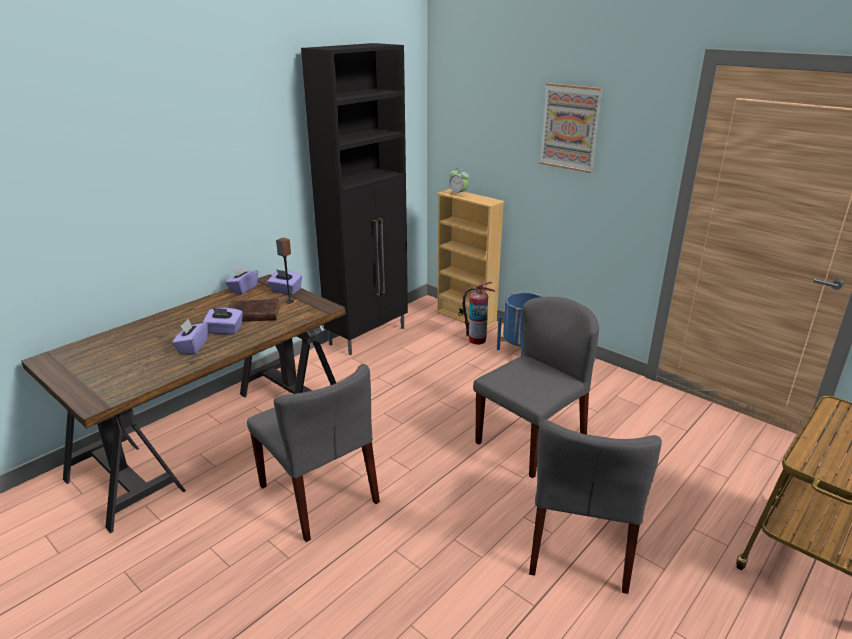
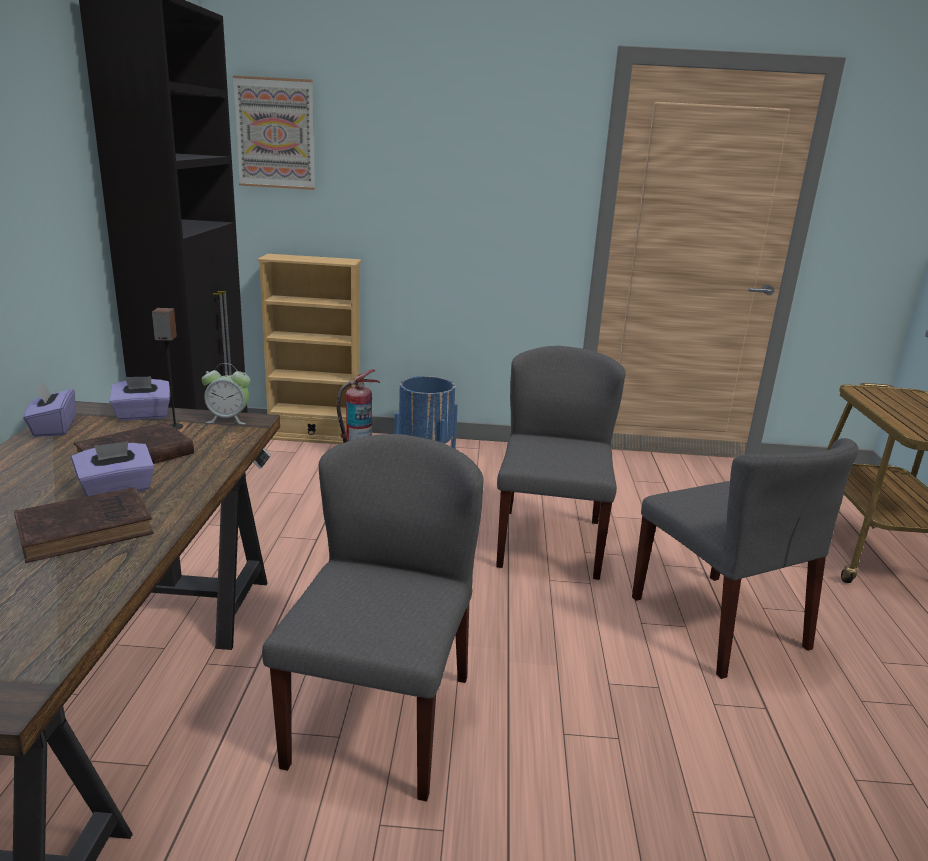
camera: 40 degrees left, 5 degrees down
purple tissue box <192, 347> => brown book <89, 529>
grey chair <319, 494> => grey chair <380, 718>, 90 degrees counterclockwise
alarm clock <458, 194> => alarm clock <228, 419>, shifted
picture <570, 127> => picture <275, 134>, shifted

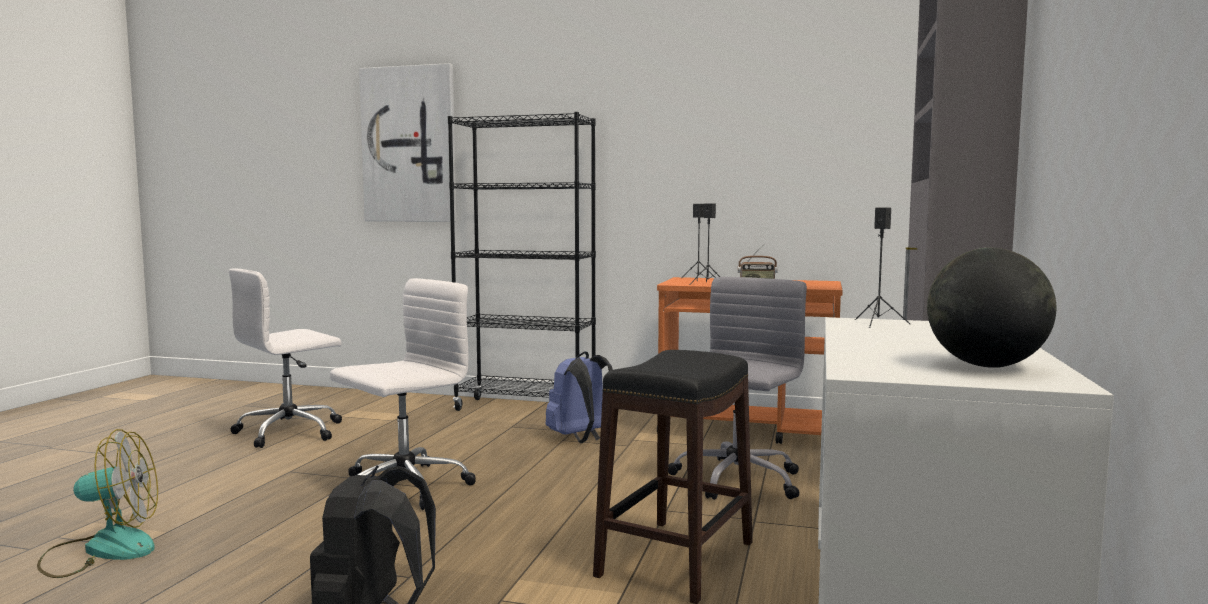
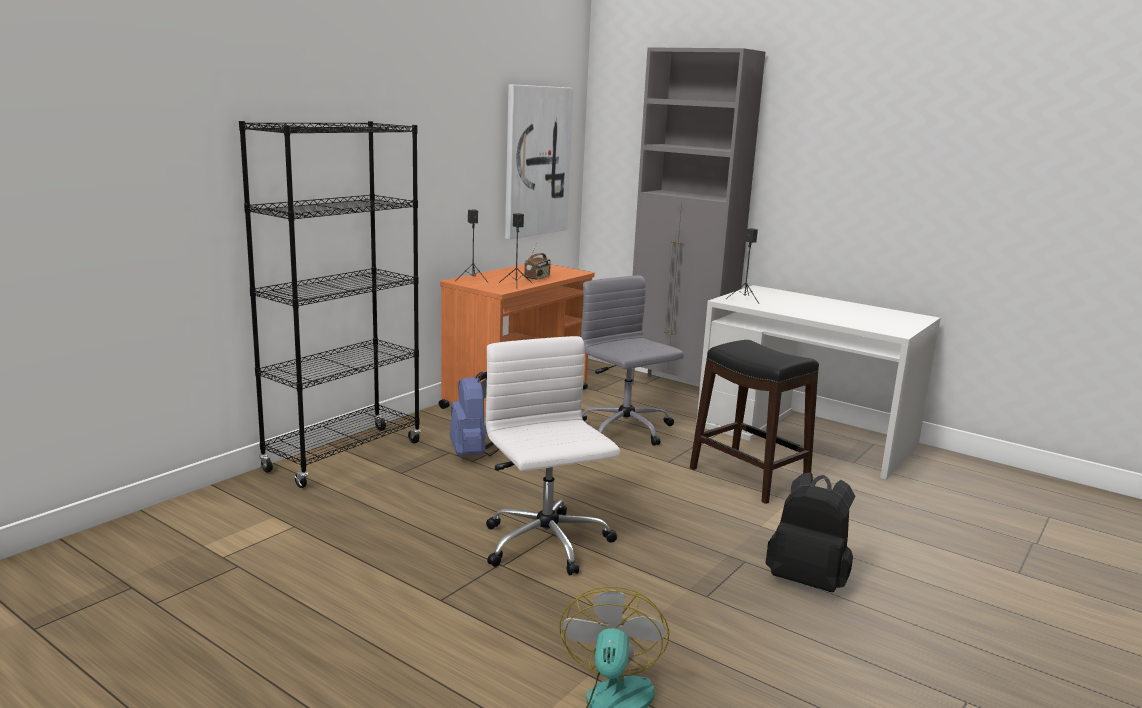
camera: 70 degrees left, 10 degrees up
white office chair <291, 431> => nothing
picture <409, 144> => picture <536, 161>, shifted
globe <986, 366> => nothing

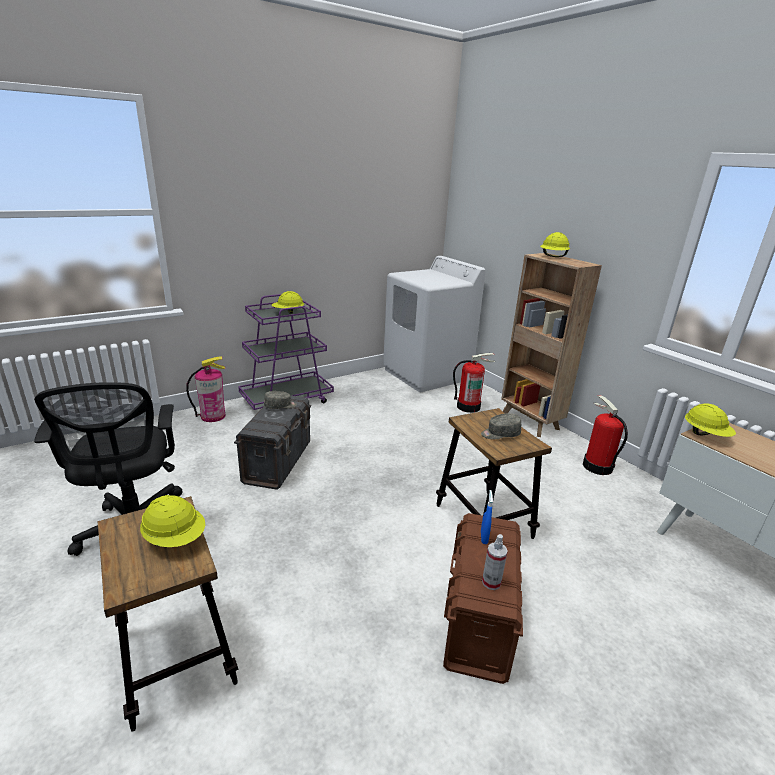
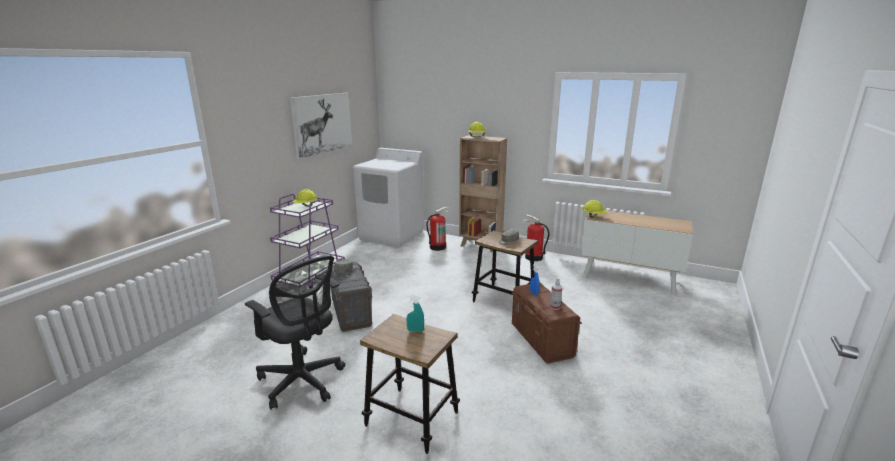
camera: 30 degrees left, 5 degrees down
yellow hard hat <176, 538> => turquoise spray bottle <415, 330>
fire extinguisher <213, 416> => nothing
nothing => picture <322, 123>

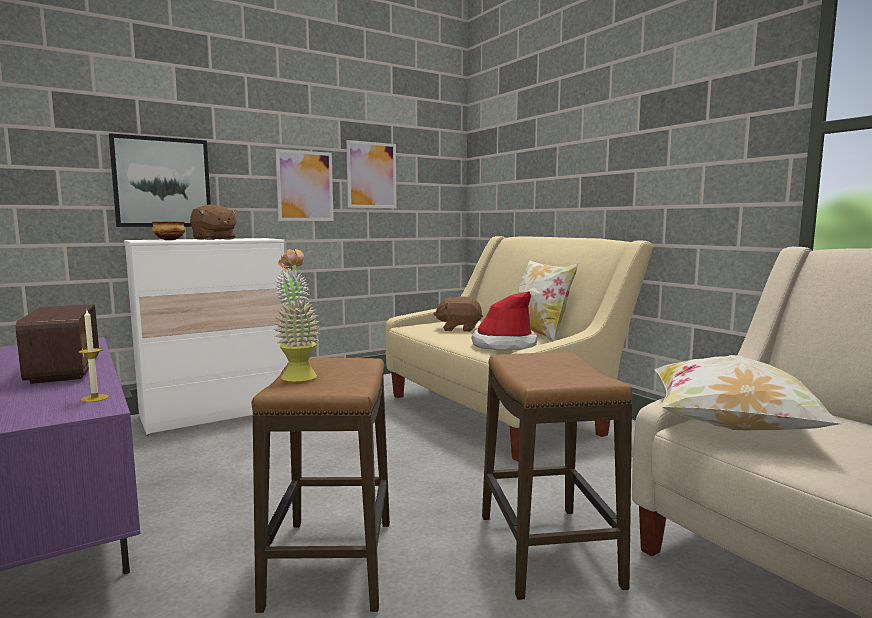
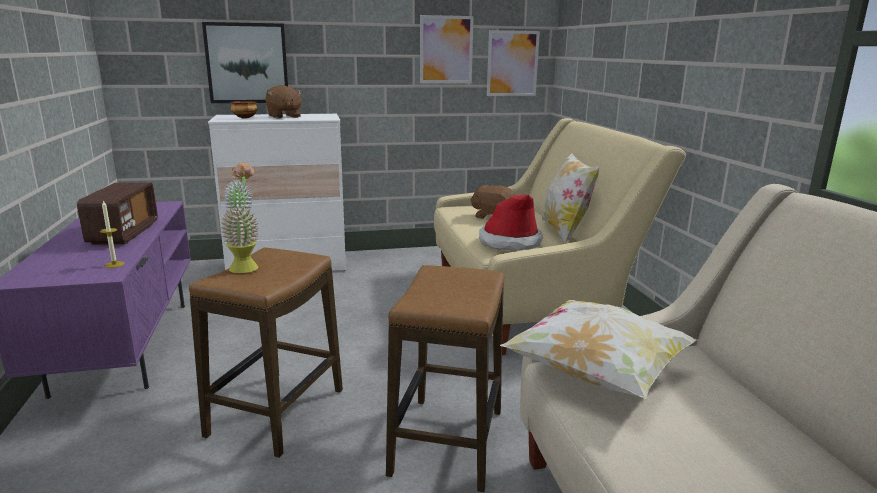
camera: 20 degrees right, 10 degrees up
picture <305, 186> => picture <512, 63>, shifted

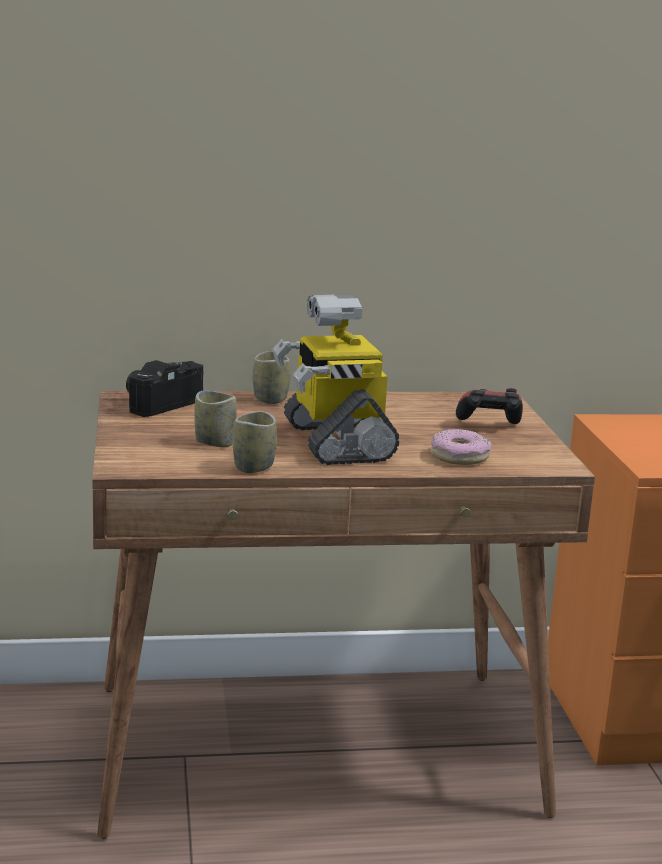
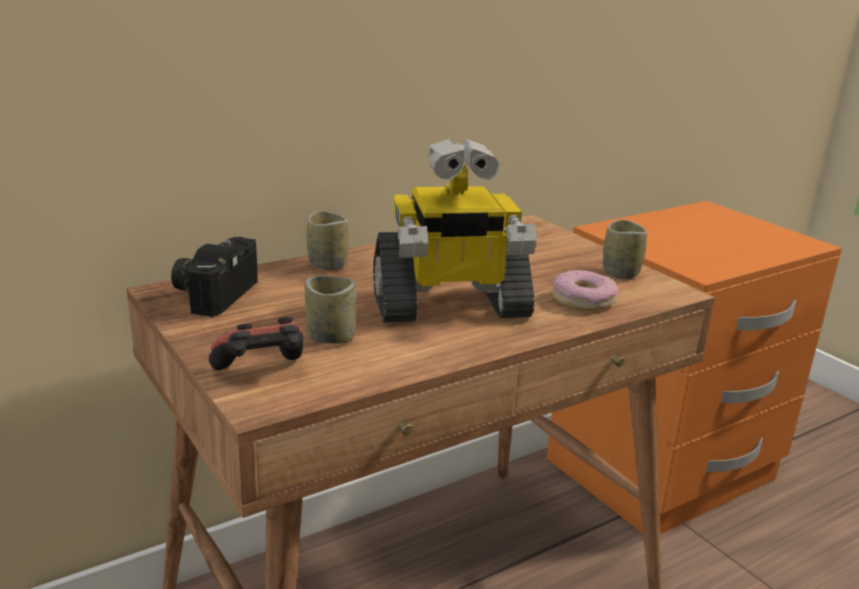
camera: 25 degrees left, 5 degrees up
cup <253, 467> => cup <620, 273>, shifted
toy robot <334, 441> => toy robot <449, 306>, 60 degrees counterclockwise
game controller <489, 426> => game controller <261, 372>, shifted

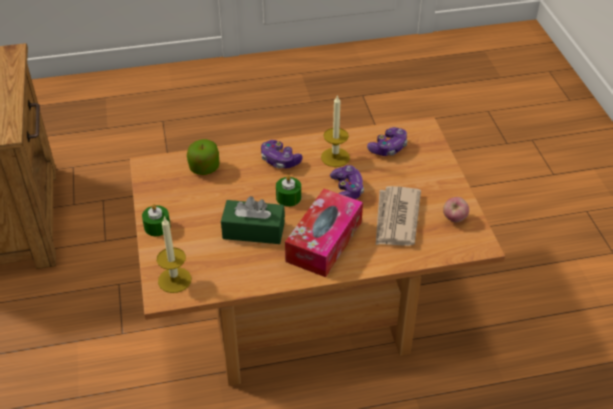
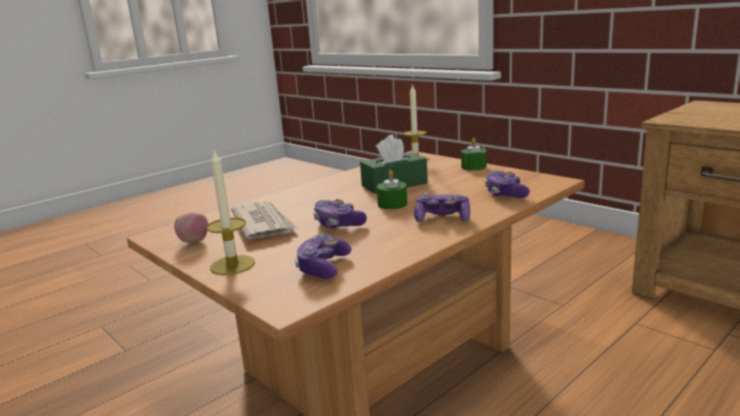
camera: 150 degrees right, 25 degrees down
apple <204, 168> => game controller <505, 194>
tissue box <324, 241> => nothing
candle <335, 157> => candle <232, 265>, shifted

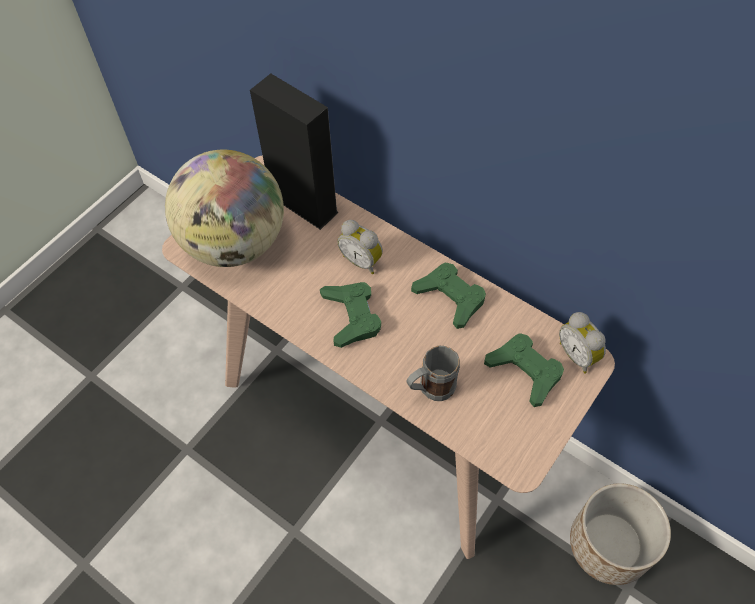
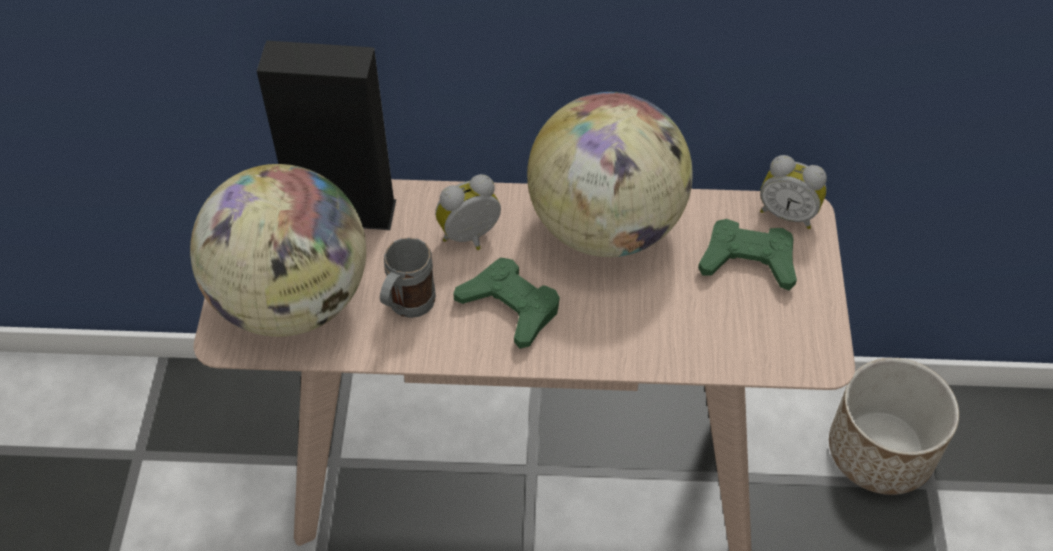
camera: 35 degrees left, 5 degrees down
alarm clock <362, 260> => alarm clock <471, 238>, 150 degrees clockwise
grey mug <430, 390> => grey mug <406, 308>, shifted
green game controller <450, 297> => globe <606, 226>

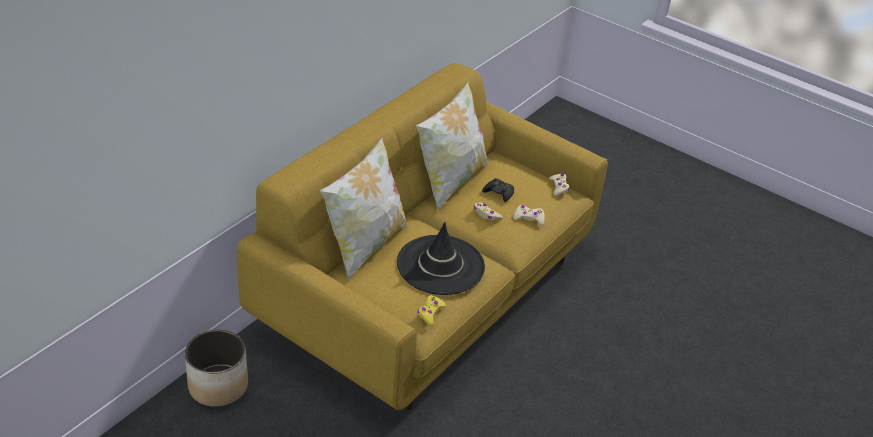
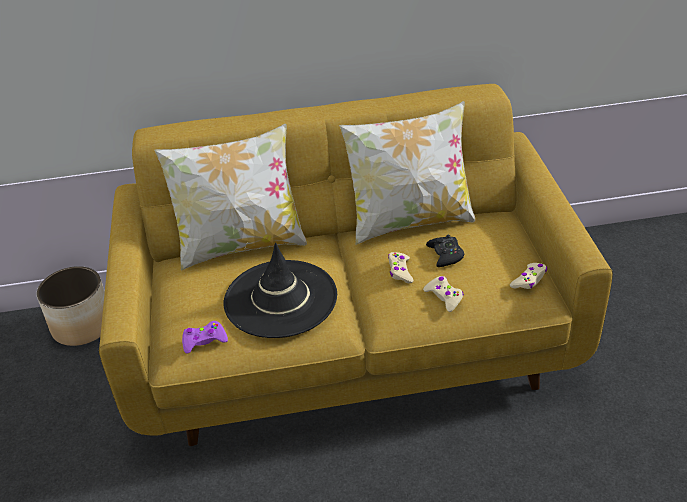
camera: 50 degrees right, 0 degrees up
yellow game controller <430, 313> => purple game controller <204, 341>

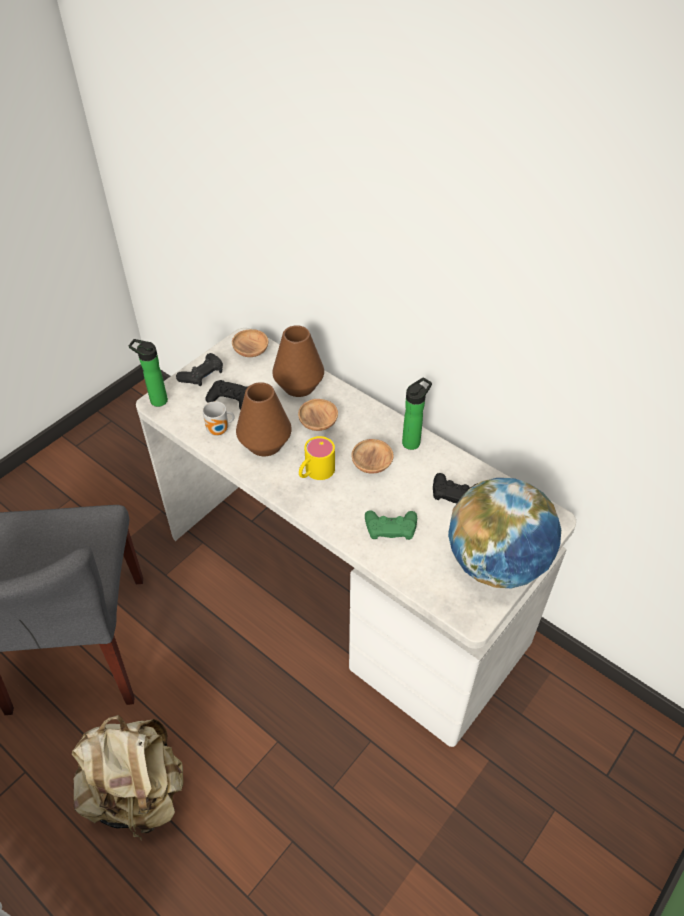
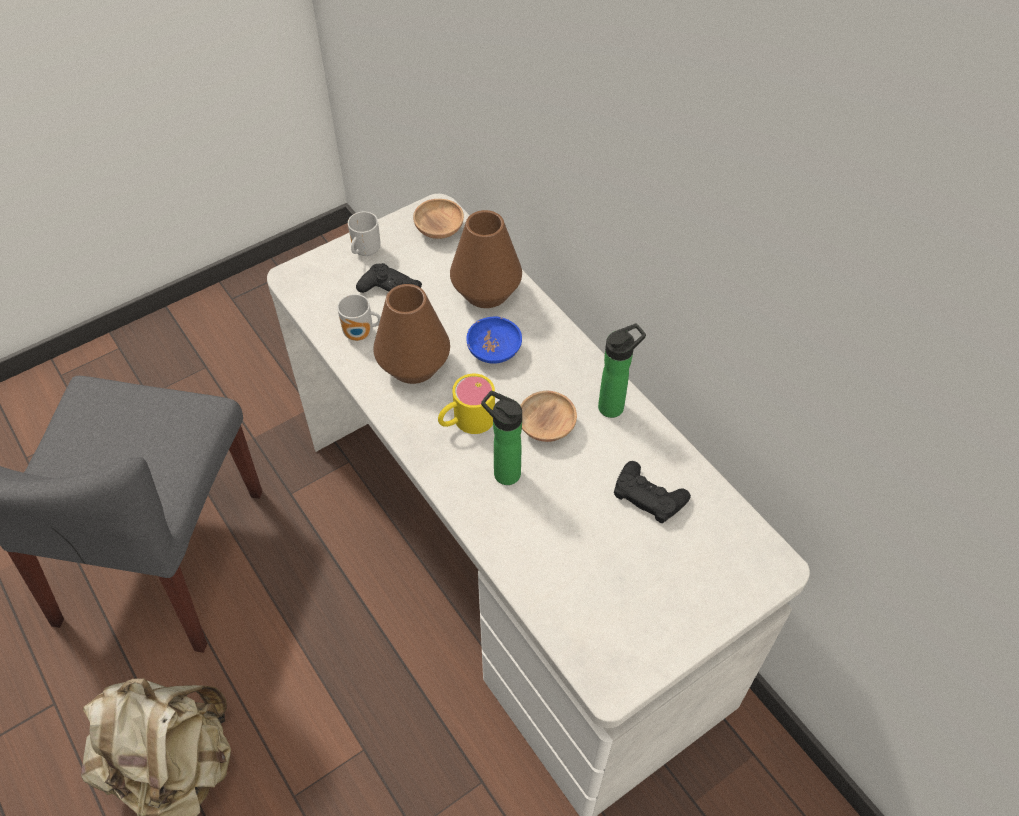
camera: 15 degrees right, 5 degrees up
bottle <156, 400> => bottle <503, 472>, shifted
black game controller <202, 375> => mug <364, 251>
brown bowl <318, 422> => blue bowl <494, 350>
green game controller <390, 527> => nothing
globe <496, 563> => nothing

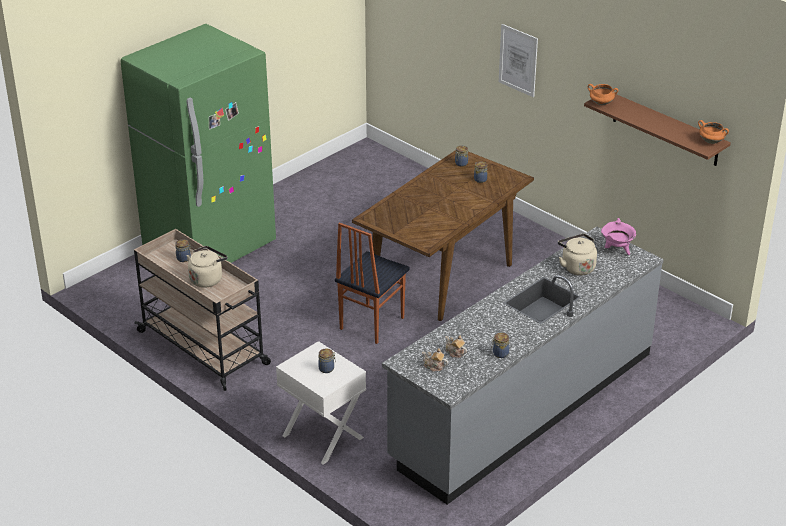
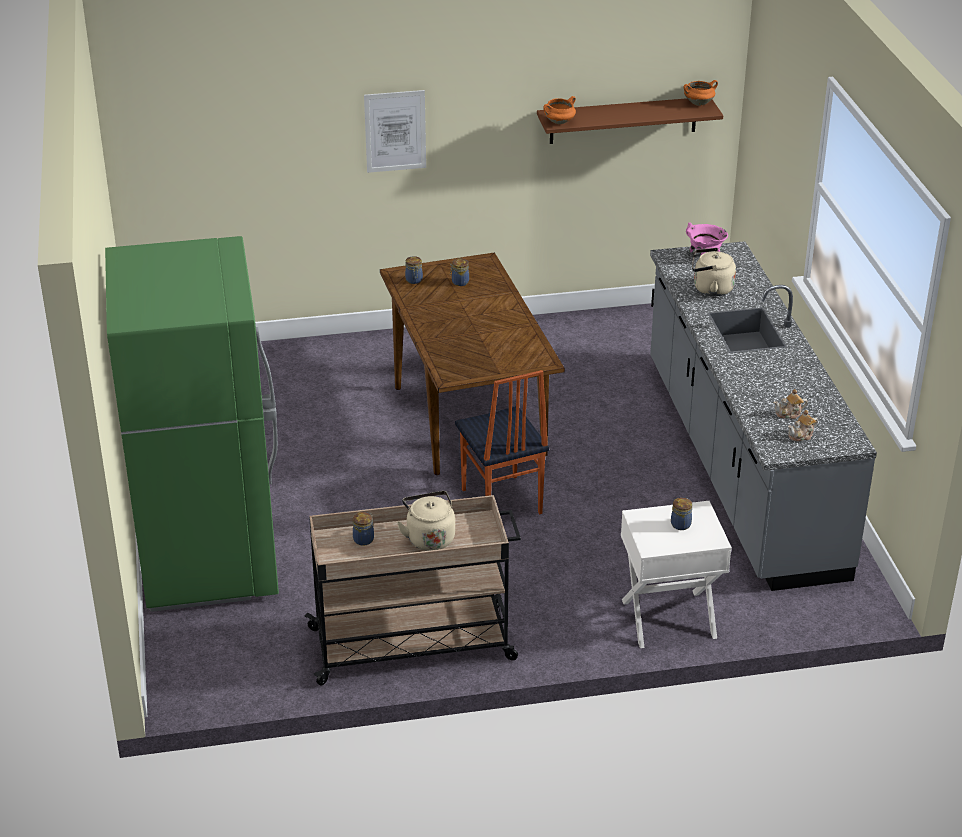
camera: 55 degrees left, 0 degrees up
jar <500, 353> => nothing

